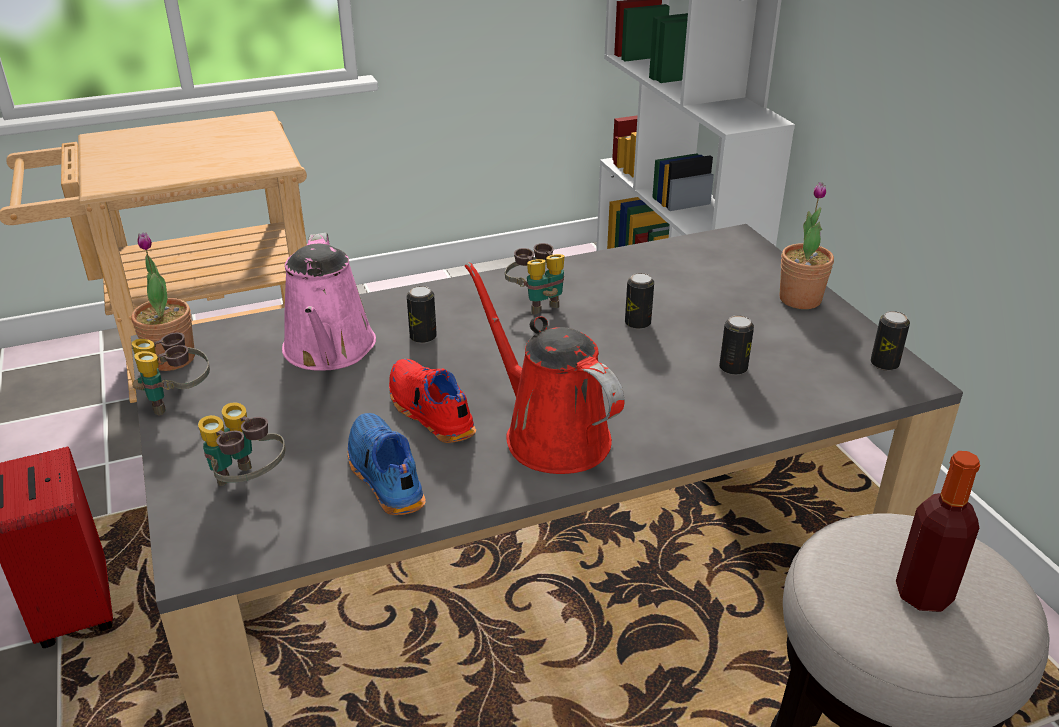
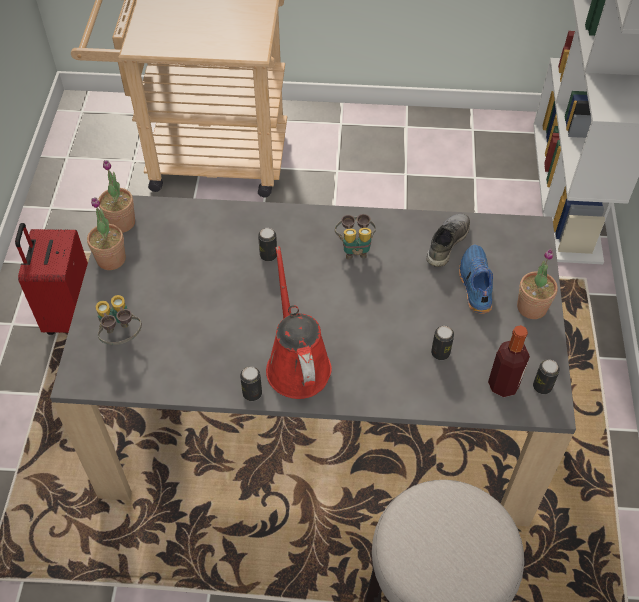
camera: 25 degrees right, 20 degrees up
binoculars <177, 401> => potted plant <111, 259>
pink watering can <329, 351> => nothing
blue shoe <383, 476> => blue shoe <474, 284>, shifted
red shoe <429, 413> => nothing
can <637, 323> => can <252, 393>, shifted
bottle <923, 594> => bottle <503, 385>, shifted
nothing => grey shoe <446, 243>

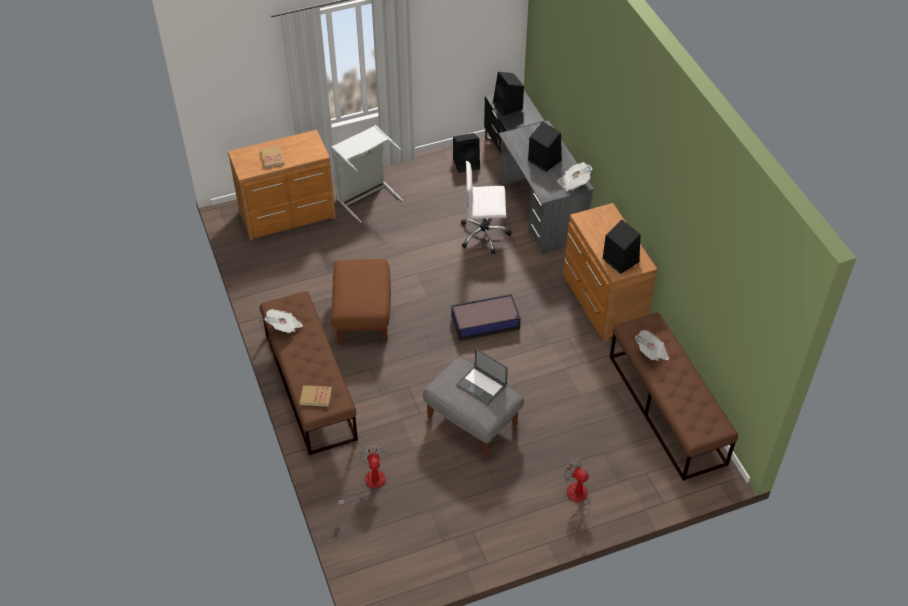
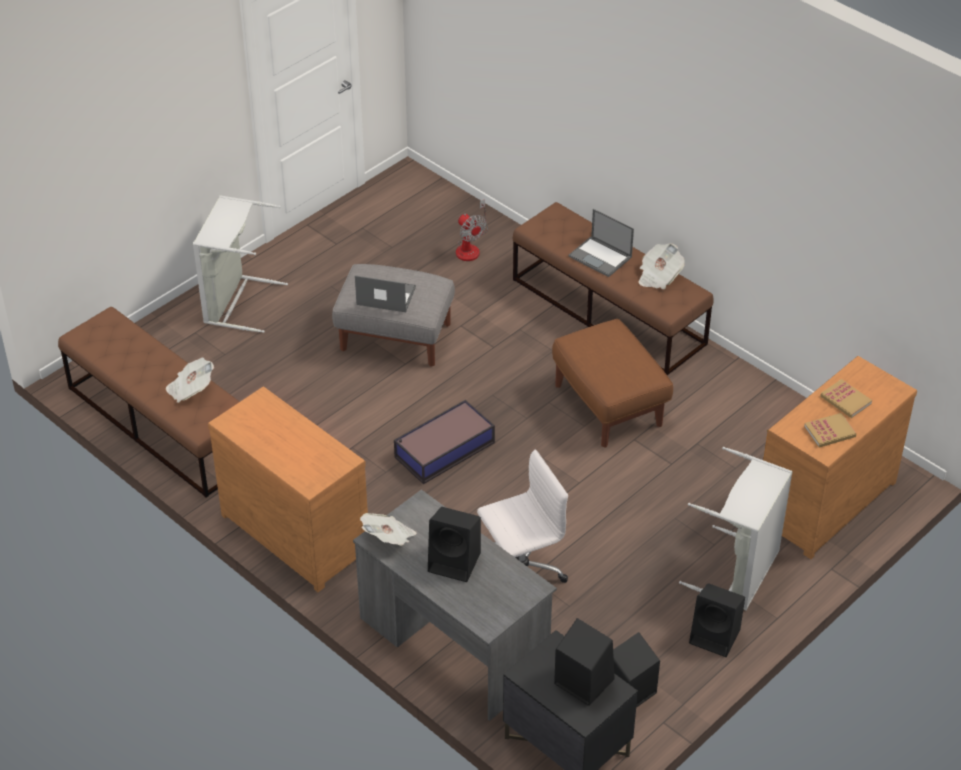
camera: 155 degrees right, 5 degrees down
book <316, 396> => book <829, 432>, shifted
fan <577, 500> => grey laundry basket <236, 302>
black speaker <619, 260> => black speaker <716, 636>, shifted
nothing => laptop <601, 257>

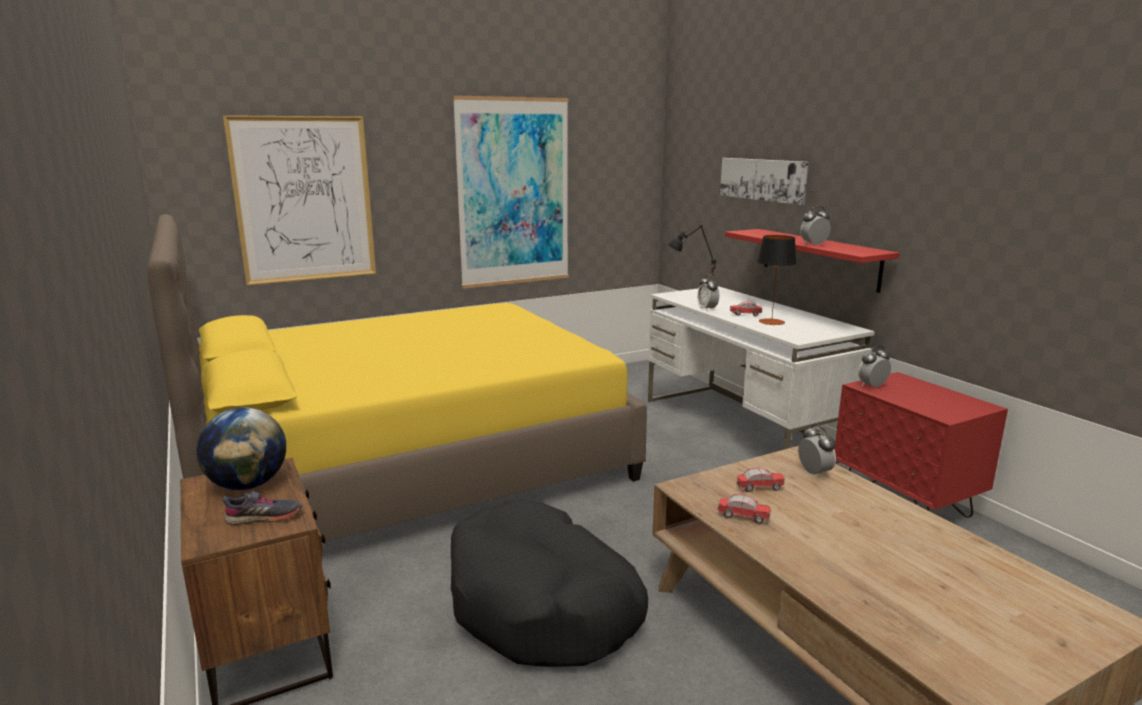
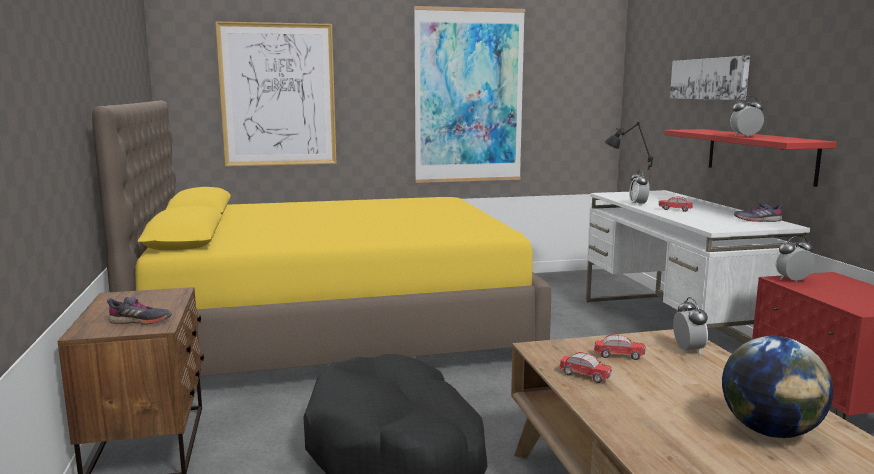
camera: 15 degrees right, 5 degrees down
globe <248, 485> => globe <770, 431>, shifted
table lamp <771, 322> => nothing
nothing => grey shoe <757, 220>

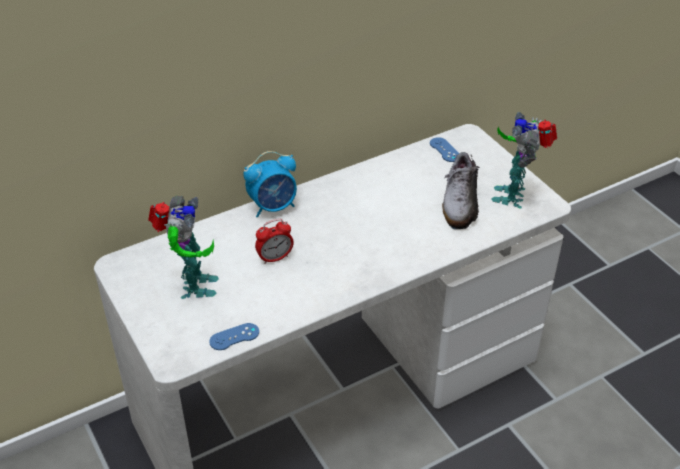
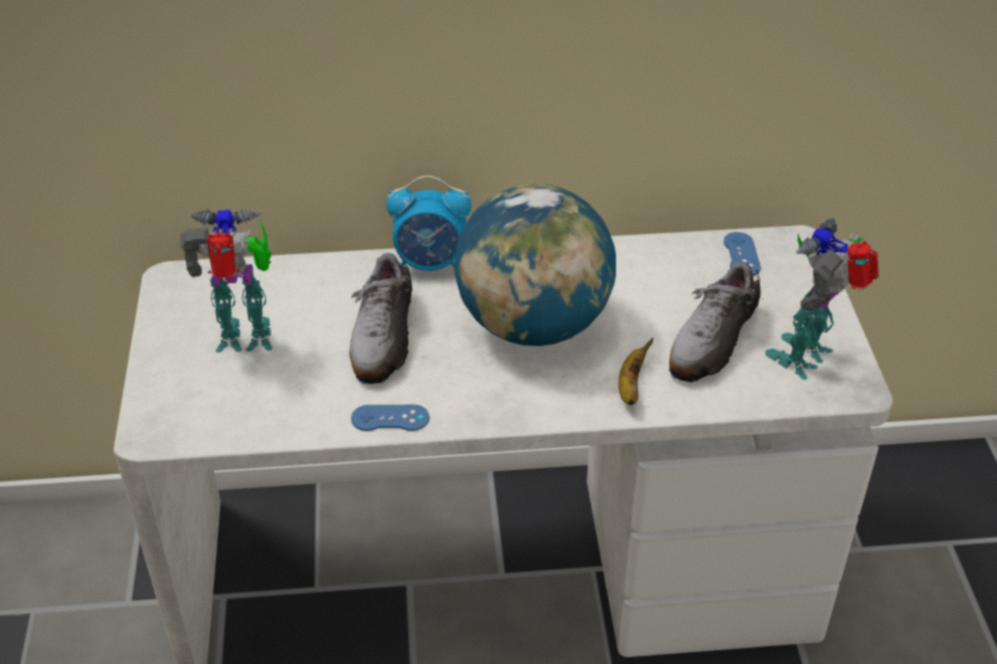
camera: 25 degrees right, 0 degrees up
toy robot <193, 287> => toy robot <248, 340>, 120 degrees counterclockwise
blue game controller <234, 337> => blue game controller <390, 418>, shifted
alarm clock <275, 258> => shoe <383, 336>
nothing => globe <534, 325>
nothing => banana <630, 386>

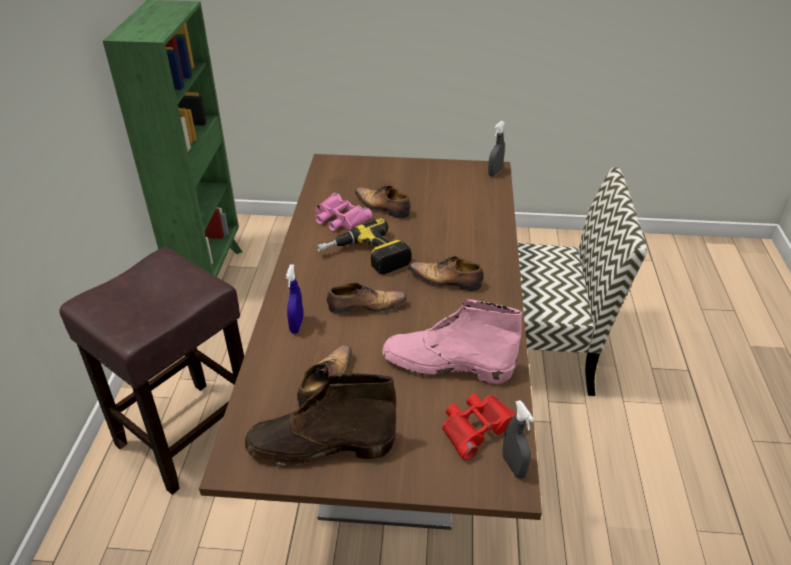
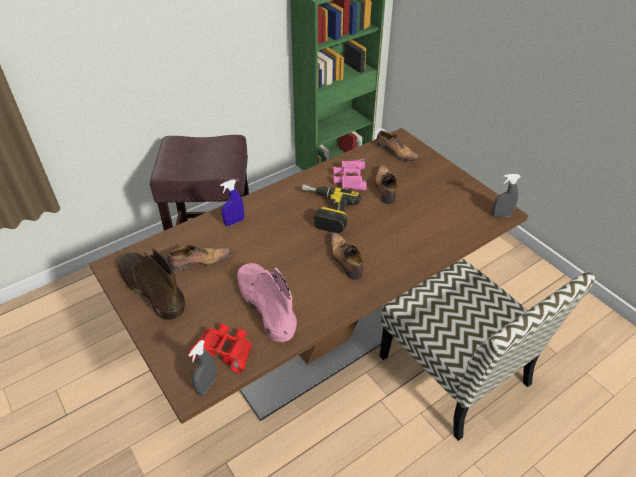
camera: 50 degrees right, 5 degrees up
shoe <365, 306> => shoe <396, 153>, shifted

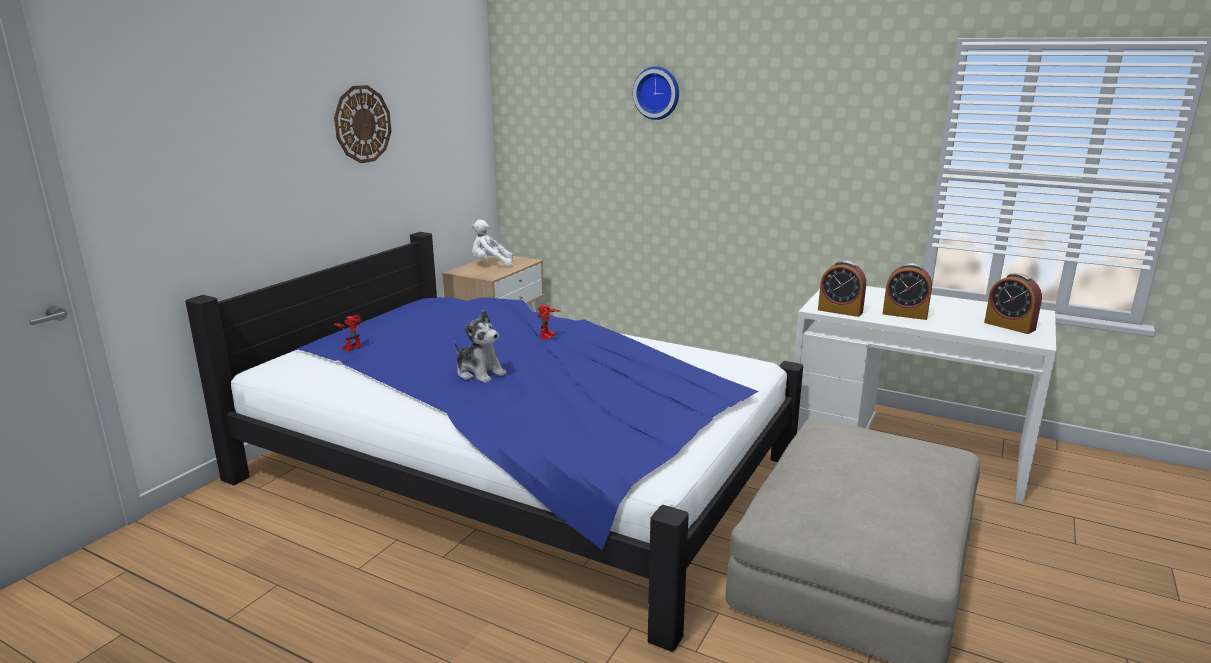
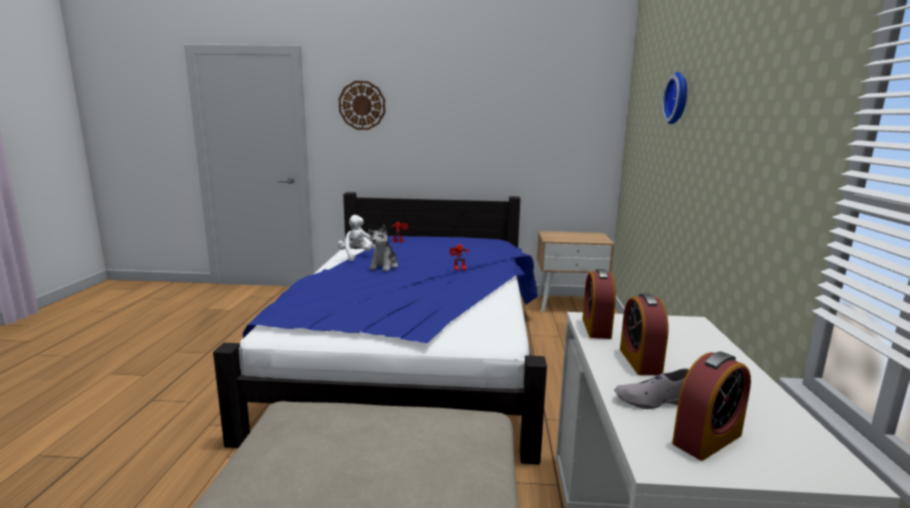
camera: 65 degrees right, 5 degrees down
wall clock <362, 124> => wall clock <362, 105>, shifted
white plush toy <490, 264> => white plush toy <357, 256>, shifted
alarm clock <1009, 326> => alarm clock <707, 439>, 150 degrees counterclockwise
nothing => grey shoe <653, 400>

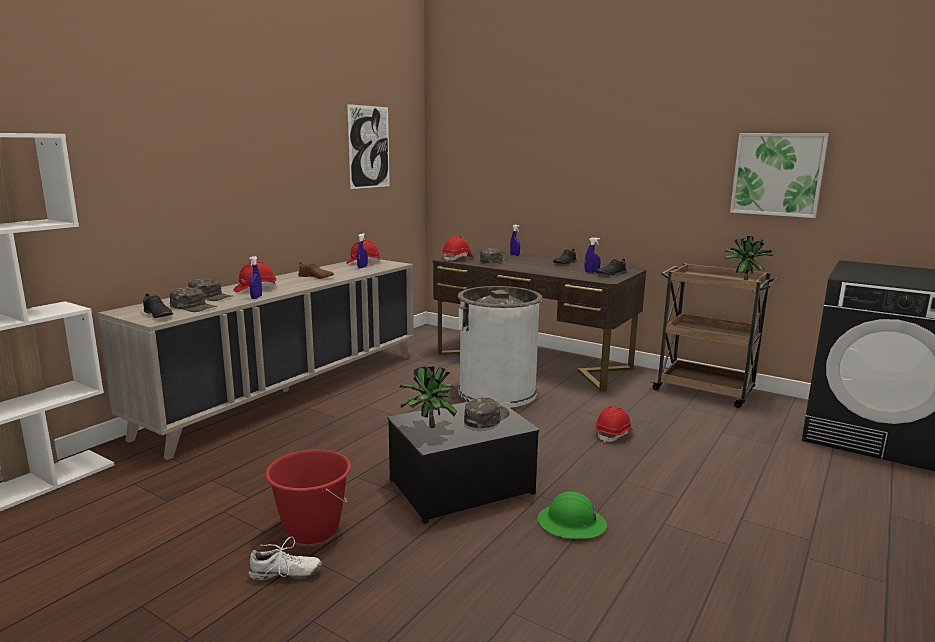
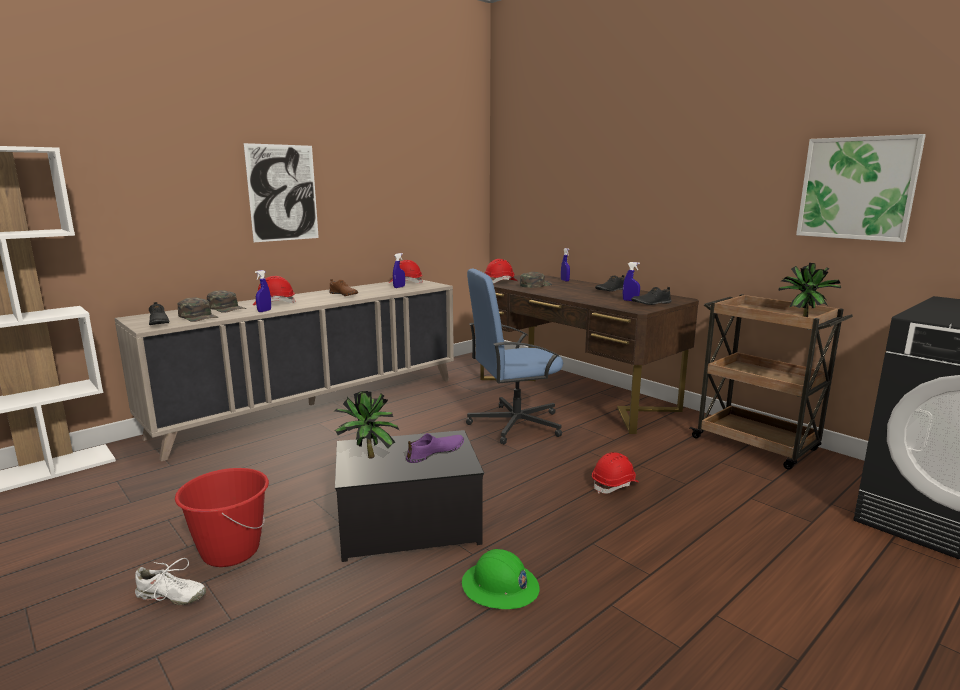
camera: 15 degrees right, 0 degrees up
picture <369, 147> => picture <283, 193>, shifted
white trash can <497, 392> => blue office chair <514, 424>
green cap <486, 418> => purple shoe <435, 453>

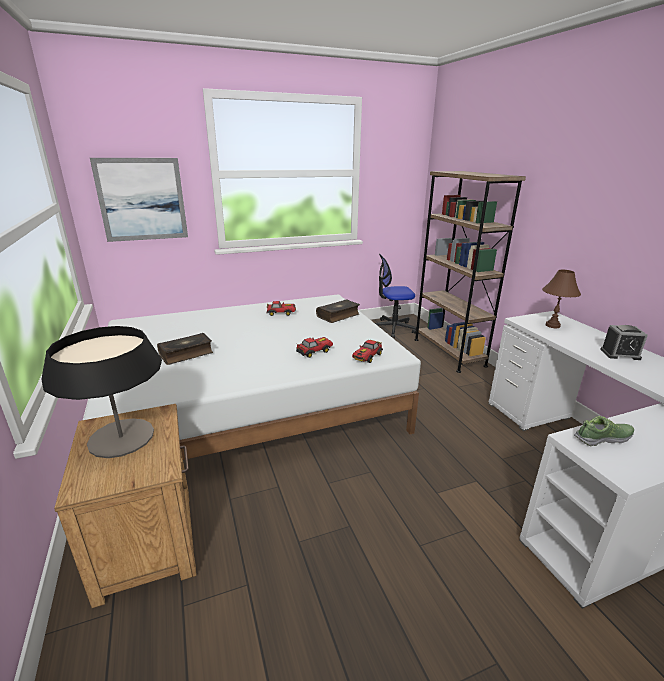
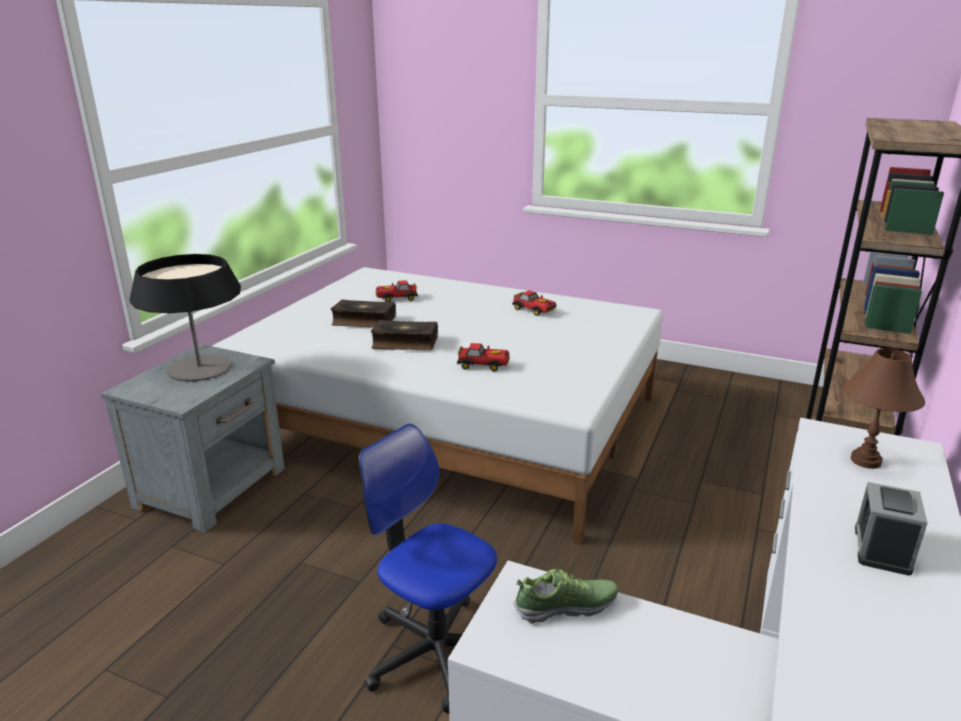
camera: 45 degrees right, 0 degrees up
brown nightstand <148, 540> => grey nightstand <214, 487>
picture <142, 200> => nothing
book <338, 316> => book <405, 343>, shifted
toy car <367, 357> => toy car <396, 298>, shifted
office chair <393, 328> => office chair <434, 652>, shifted
shoe <603, 438> => shoe <566, 607>, 45 degrees counterclockwise
alarm clock <620, 354> => alarm clock <882, 549>, 60 degrees clockwise

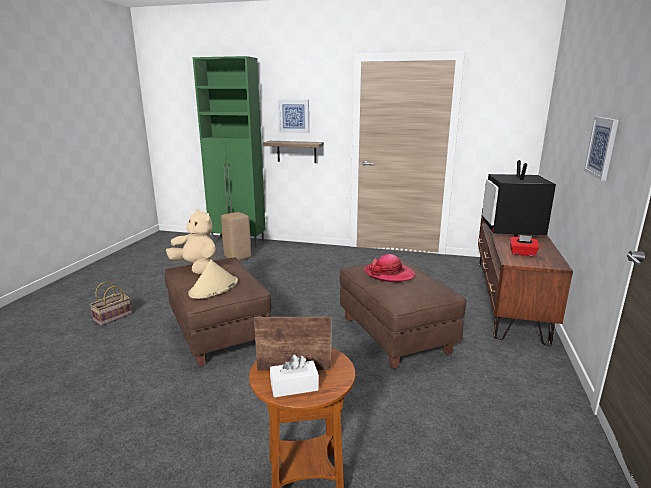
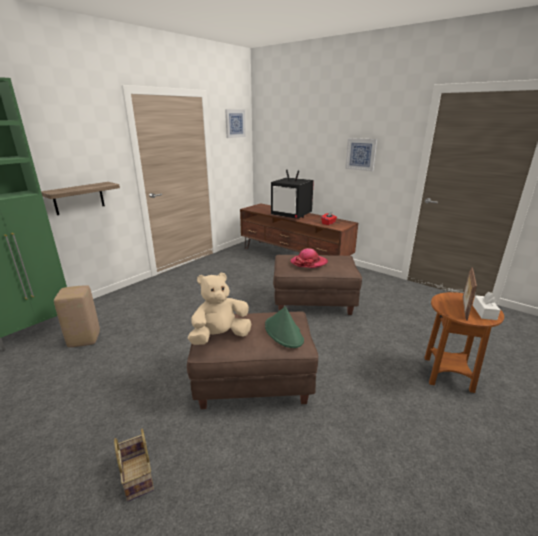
camera: 65 degrees left, 5 degrees up
beige hat <213, 288> => green hat <284, 332>
picture <294, 116> => picture <235, 123>, shifted

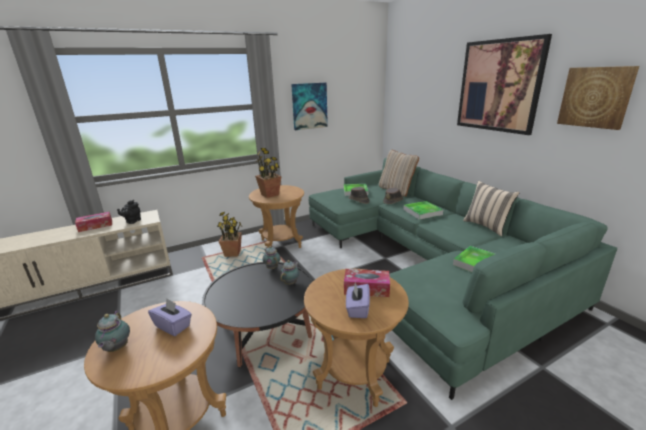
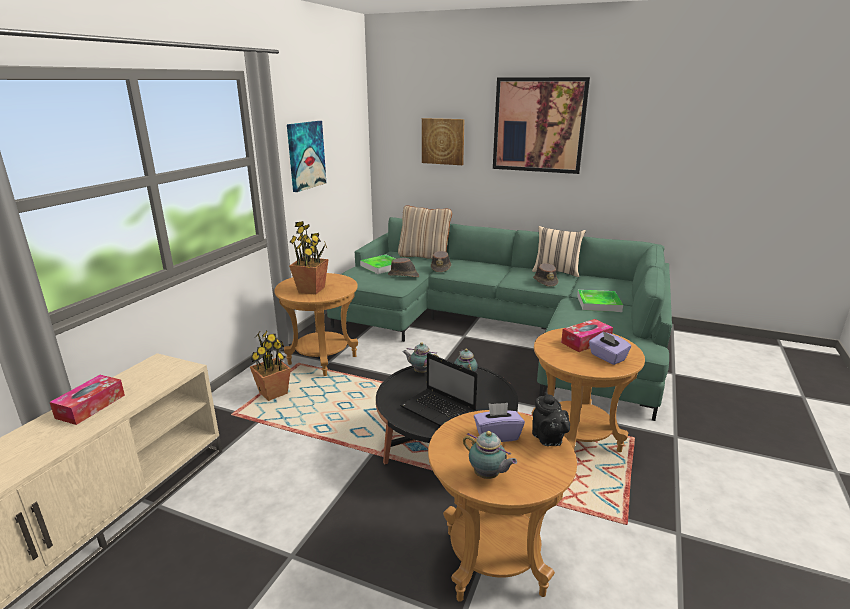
camera: 40 degrees left, 0 degrees up
black teapot <132, 221> => black teapot <548, 439>, shifted
tray <422, 212> => nothing
picture <595, 97> => picture <443, 141>, shifted
nothing => laptop <439, 410>
nothing => brown hat <545, 281>

